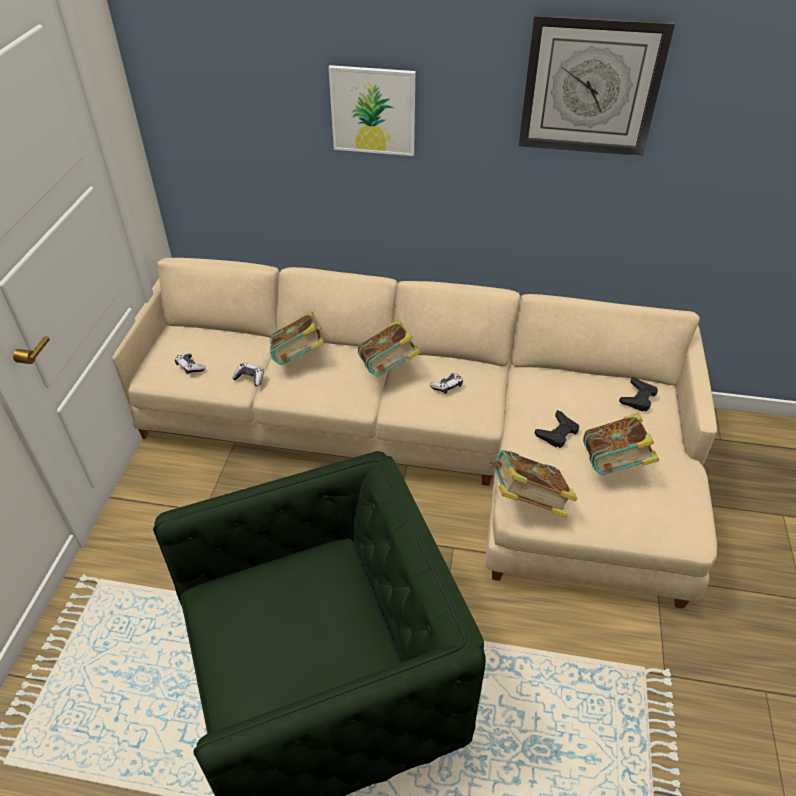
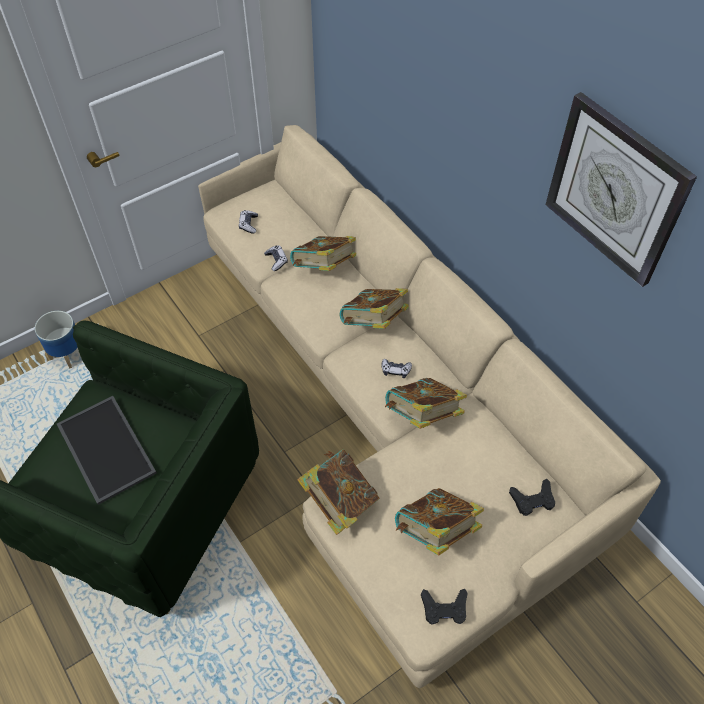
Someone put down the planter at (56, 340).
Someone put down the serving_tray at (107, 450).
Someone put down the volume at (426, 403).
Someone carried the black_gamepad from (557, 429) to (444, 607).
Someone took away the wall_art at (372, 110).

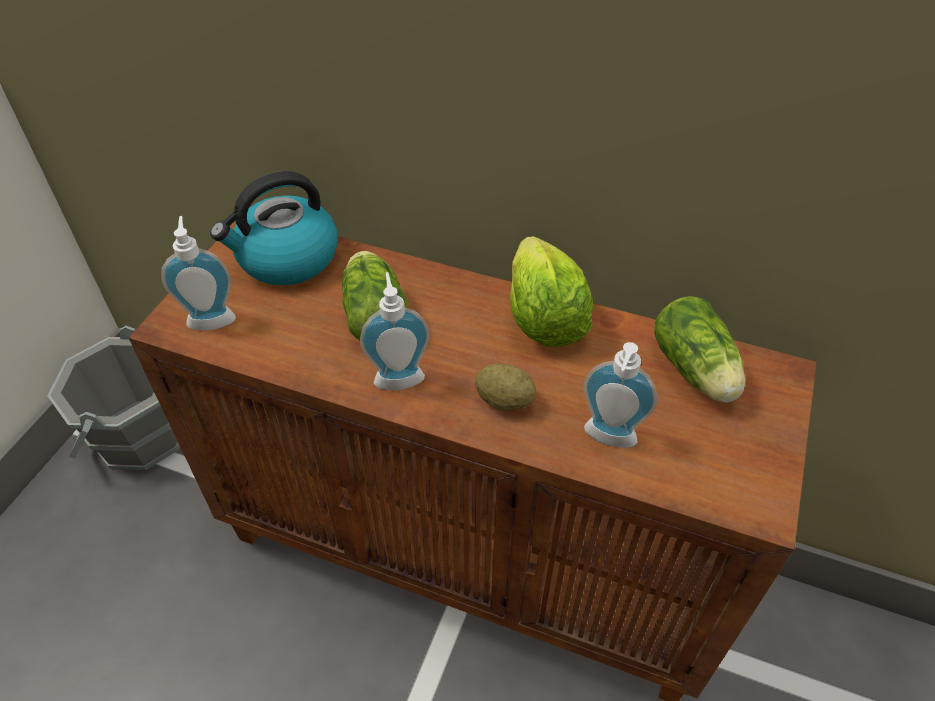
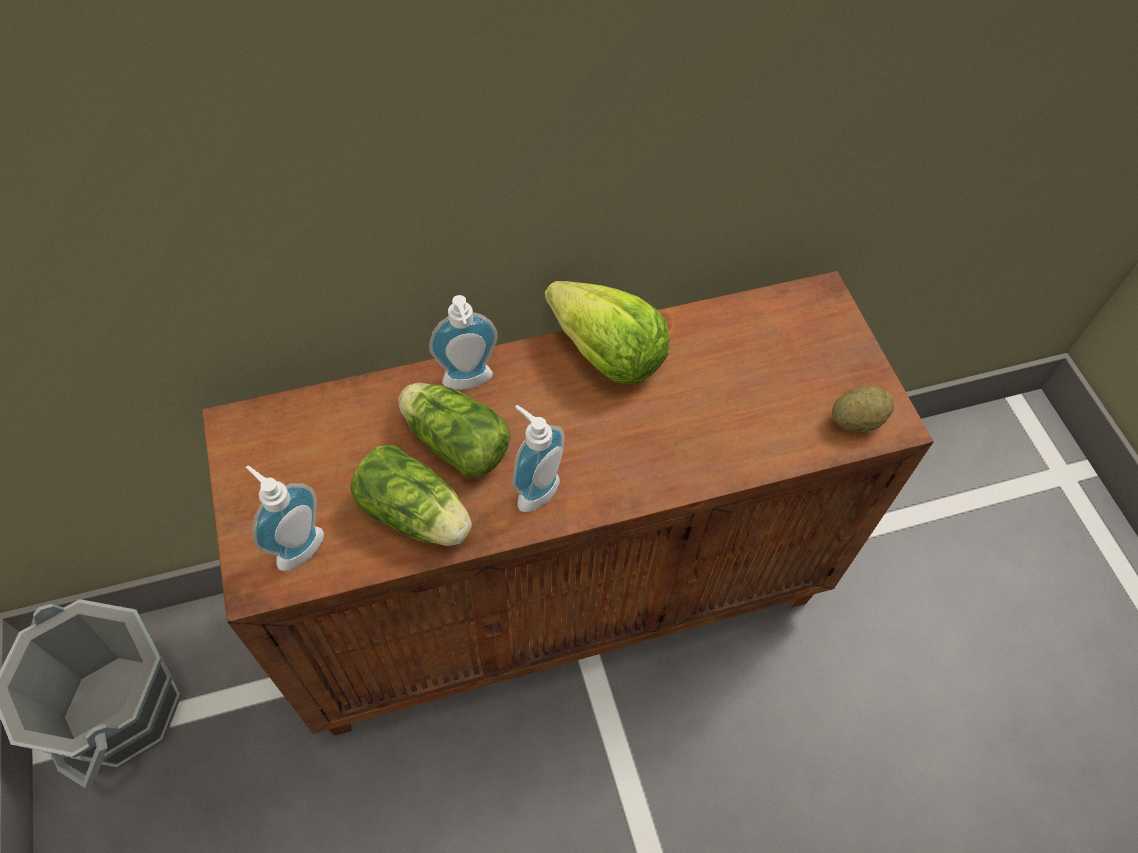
Someone carried the head_of_lettuce from (699, 349) to (411, 495).
Someone carried the soap_dispenser from (620, 395) to (463, 342).
Someone carried the whole_potato from (505, 387) to (863, 409).
Someone took away the tea_kettle at (274, 228).

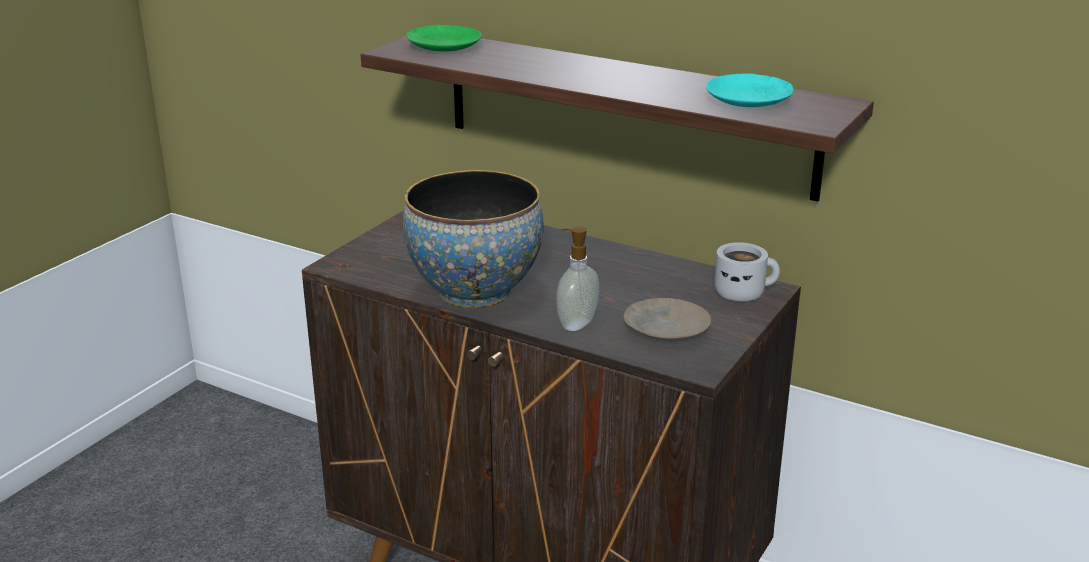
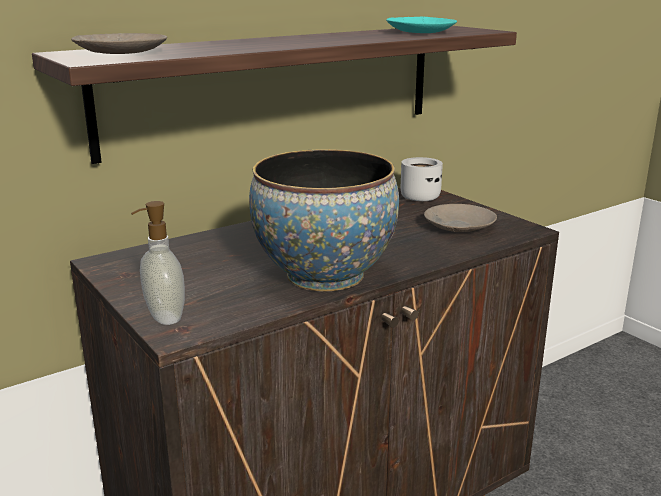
Someone repainted the green_plate at (444, 38), which became the sand-coloured_plate at (119, 43).
Someone carried the soap_dispenser from (577, 278) to (158, 263).

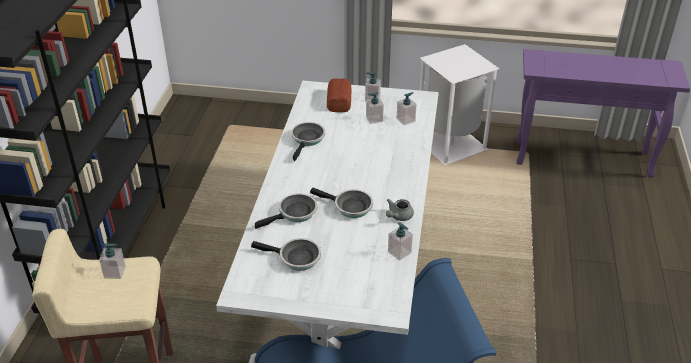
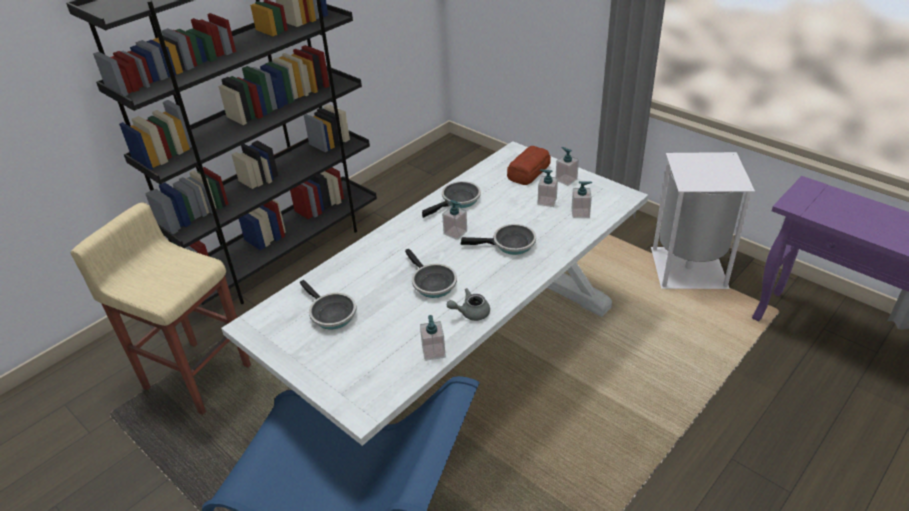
Someone carried the soap_dispenser from (112, 261) to (454, 220).
Someone carried the frying_pan from (286, 211) to (498, 239).

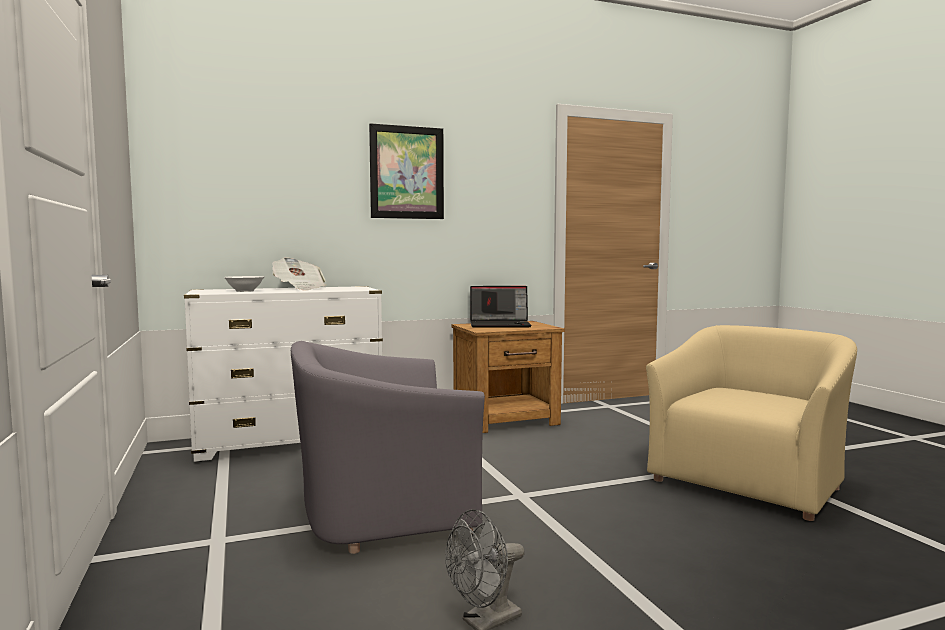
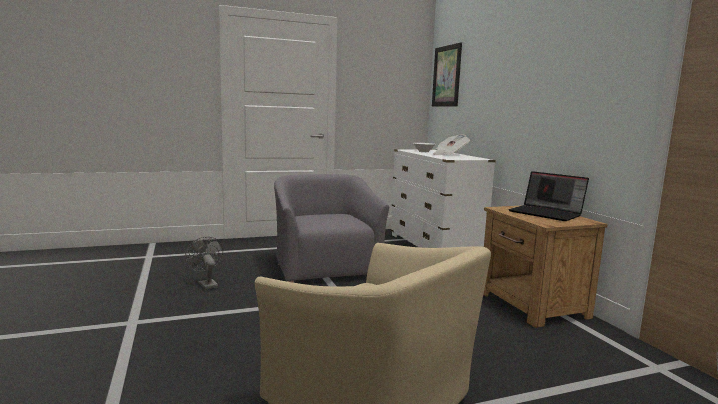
Someone carried the wall_art from (406, 171) to (447, 74).
Someone rotated the laptop at (501, 307) by 45 degrees counterclockwise.

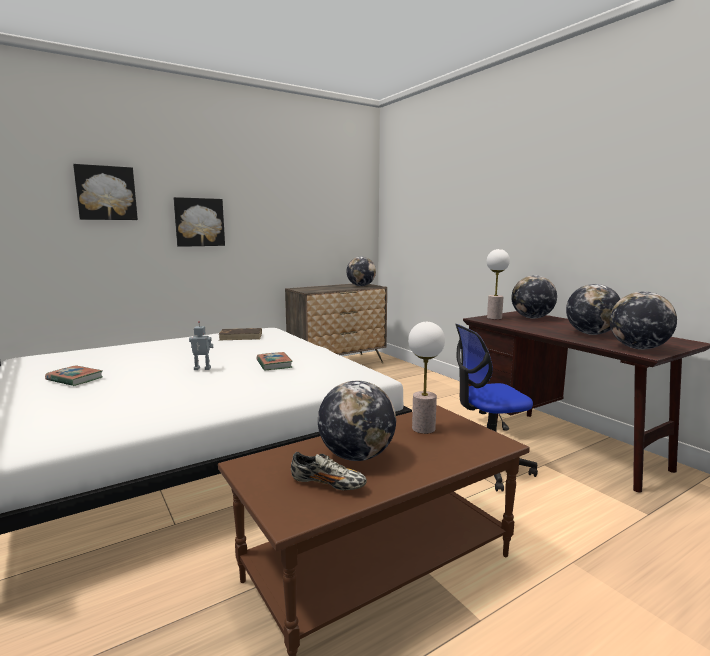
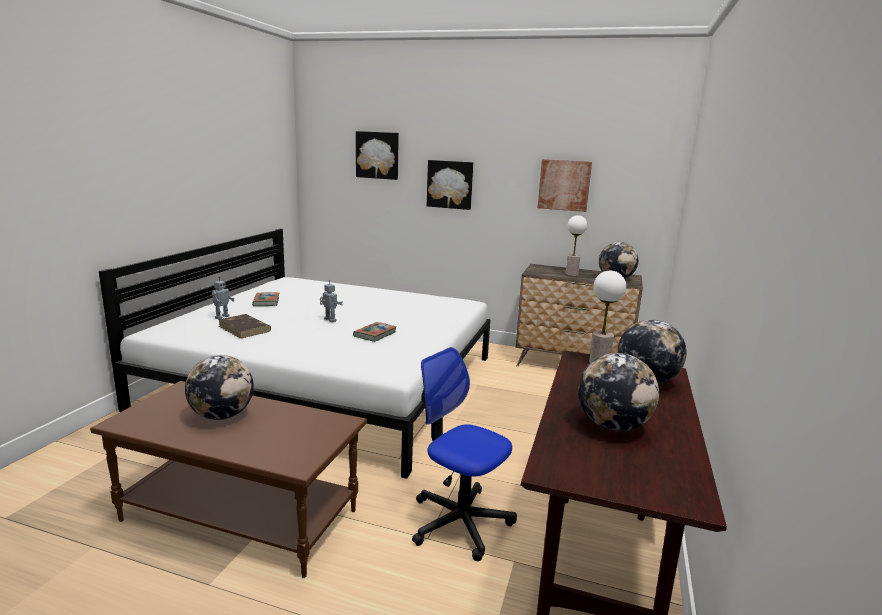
Someone put down the toy_robot at (223, 298).
Someone carried the brown_volume from (240, 334) to (244, 326).
Someone put up the wall_art at (565, 185).
Someone carried the tabletop_lamp from (426, 378) to (576, 245).
Someone took away the item_of_footwear at (329, 471).
Someone took away the desk_globe at (643, 320).

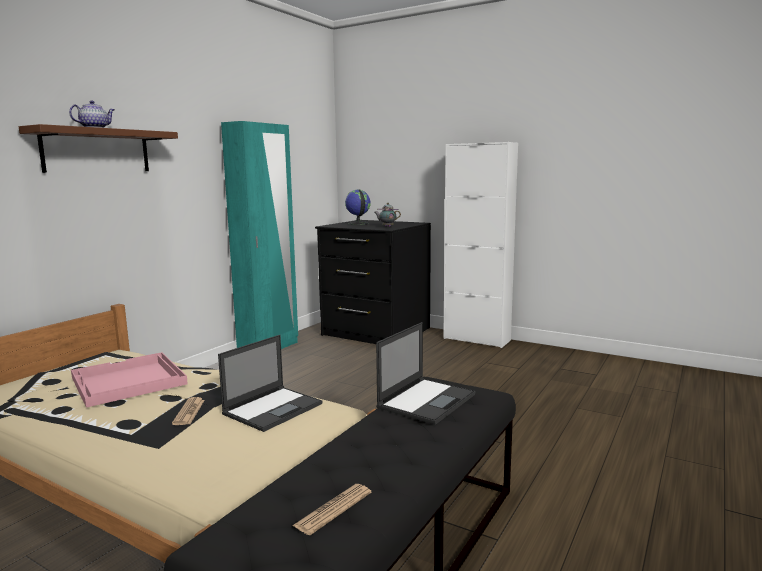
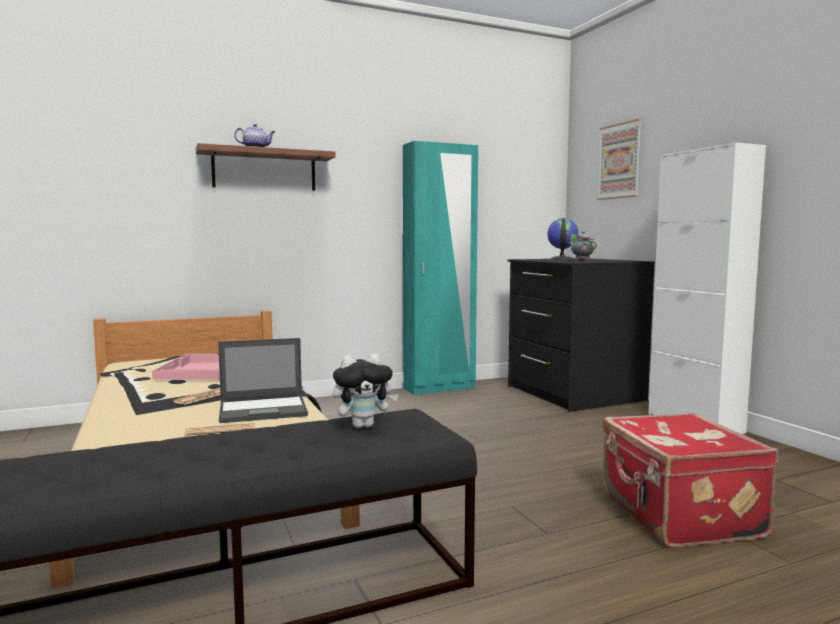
Someone carried the newspaper from (331, 509) to (219, 429).
Someone swapped the laptop at (425, 373) for the soft_toy at (365, 390).
Someone put up the wall_art at (619, 159).
Someone put down the red_suitcase at (690, 479).

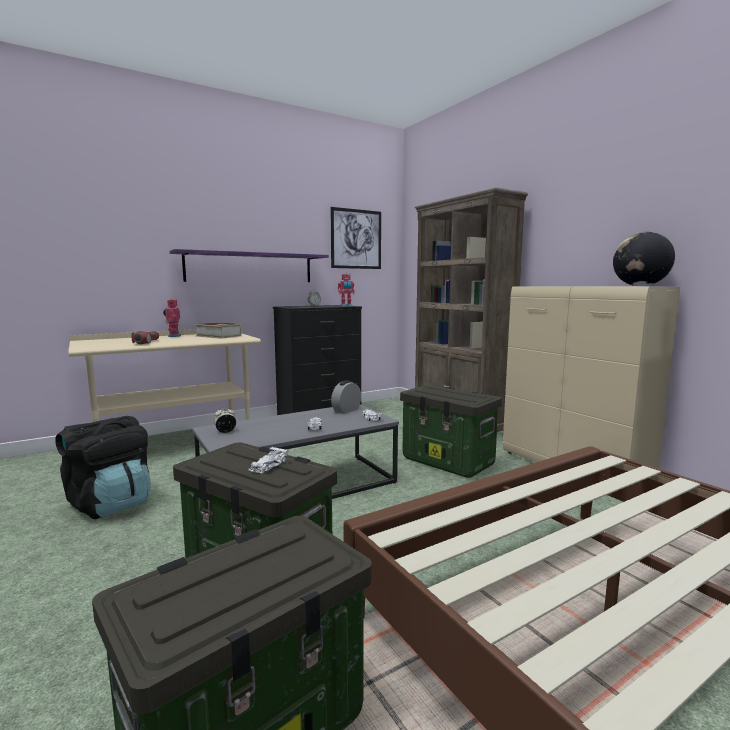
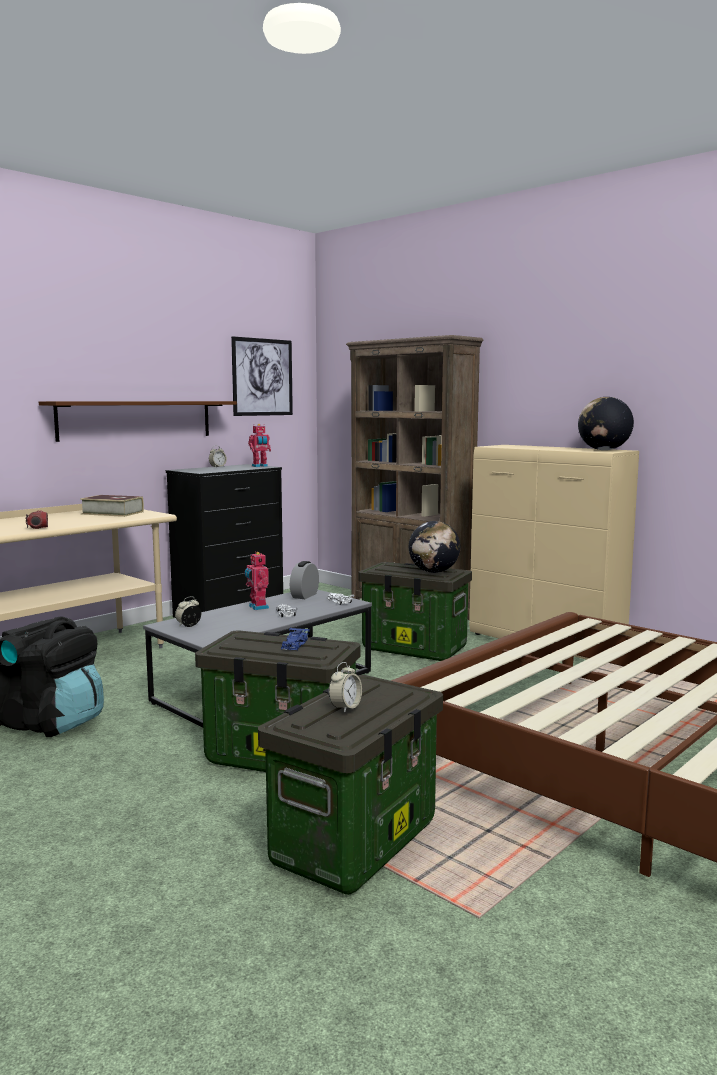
Someone repainted the purple_shelf at (249, 265), which became the brown_shelf at (138, 421).
Someone carried the toy_robot from (172, 317) to (257, 580).
Someone repainted the white-coloured_model_car at (268, 460), which became the blue_model_car at (295, 638).
Someone put down the table_clock at (345, 687).
Someone put down the desk_globe at (434, 547).

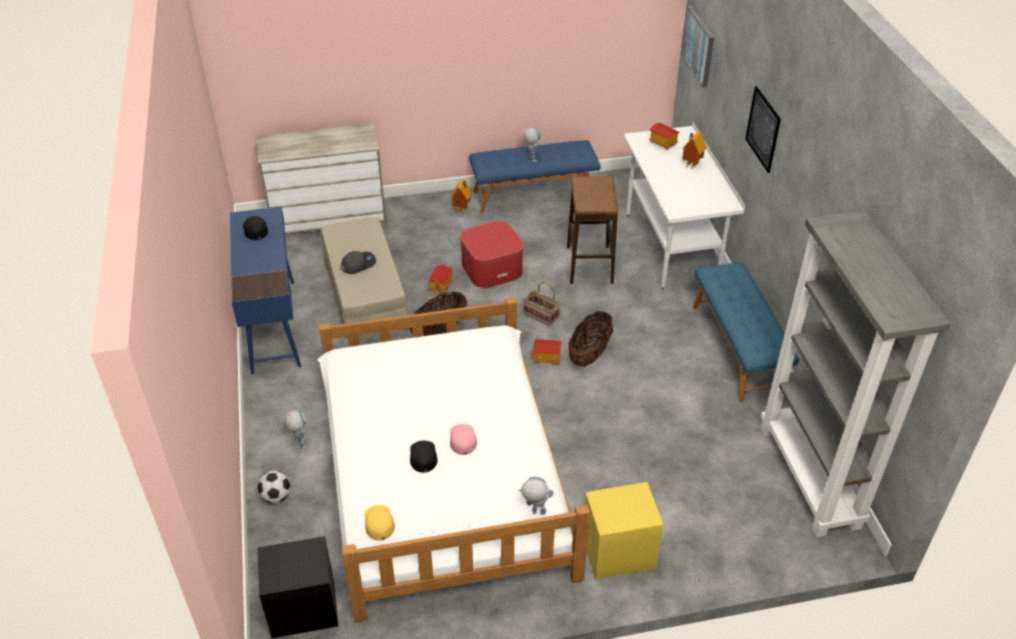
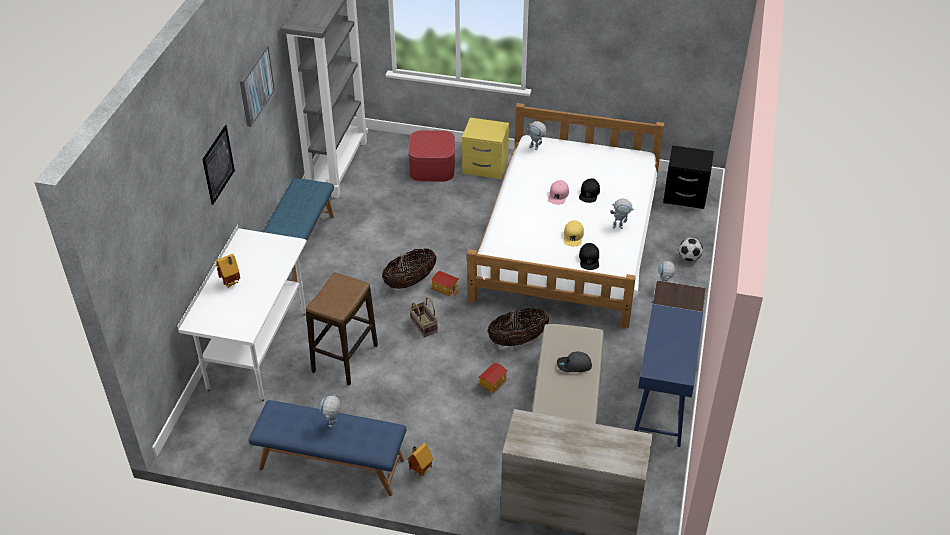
Someone carried the wall_art from (697, 47) to (257, 86).
Someone carried the ottoman from (491, 254) to (431, 156).
Someone carried the yellow_baseball_cap from (379, 523) to (573, 233).
Someone carried the black_baseball_cap from (255, 228) to (589, 256).
Someone put down the toy_robot at (622, 214).
Someone took away the toy_house at (664, 136).

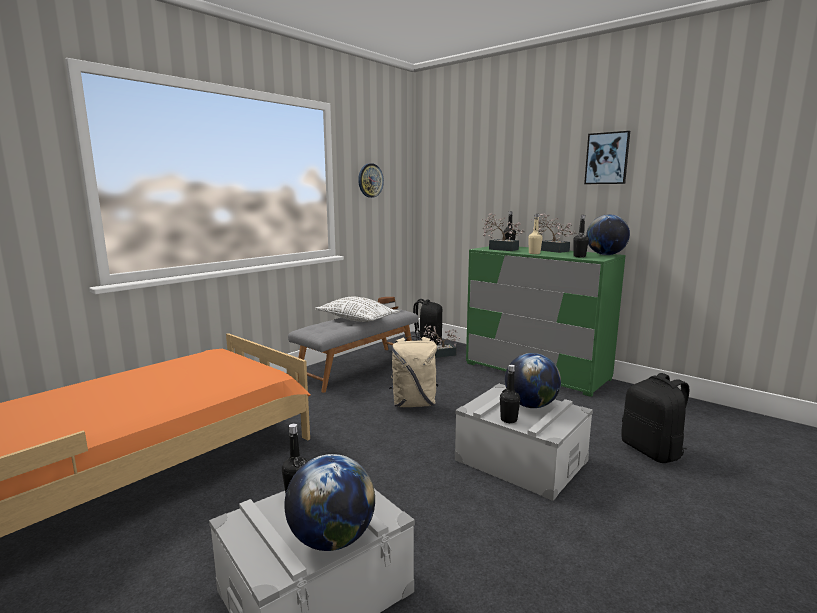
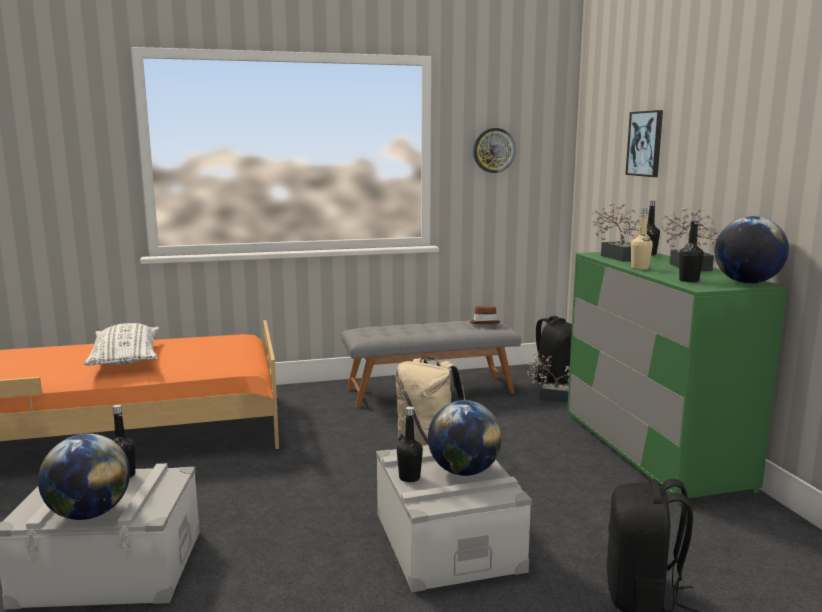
Someone carried the white-coloured_cushion from (357, 309) to (121, 344).
Someone carried the wall_art from (607, 157) to (644, 143).

